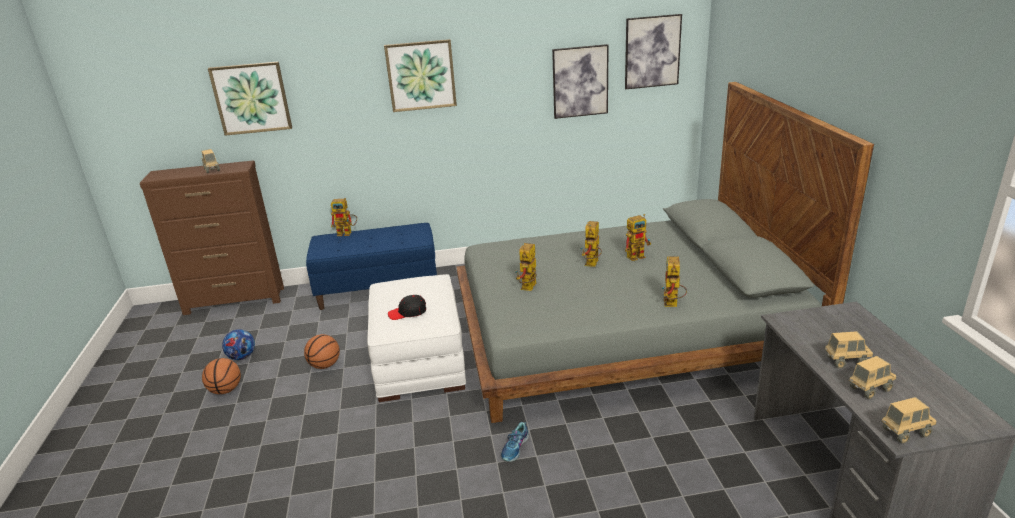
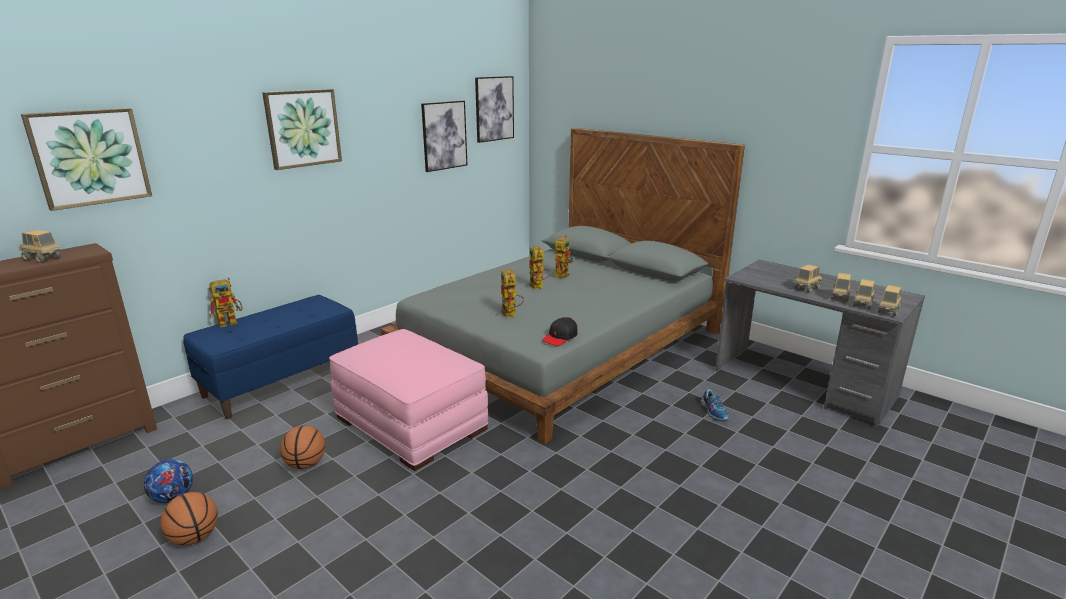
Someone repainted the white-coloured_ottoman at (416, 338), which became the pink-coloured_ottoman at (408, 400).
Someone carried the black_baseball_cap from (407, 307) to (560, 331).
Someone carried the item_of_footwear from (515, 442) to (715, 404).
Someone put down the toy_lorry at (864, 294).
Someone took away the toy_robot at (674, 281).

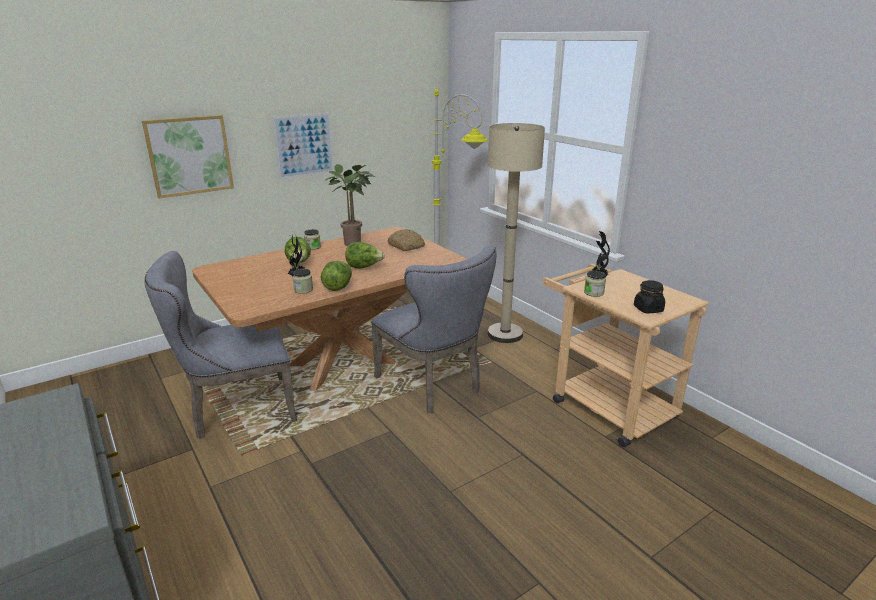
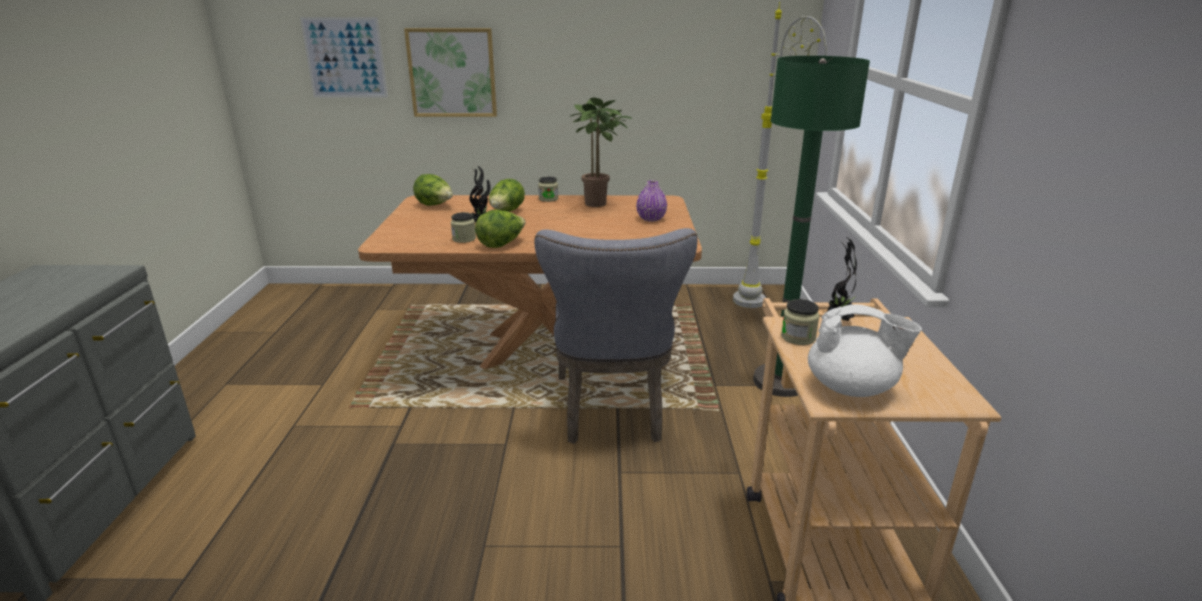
Someone carried the wall_art from (303, 146) to (344, 57).
Someone carried the head_of_lettuce from (365, 255) to (433, 190).
Someone swapped the bread at (406, 240) for the purple_decorative_vase at (651, 201).
Someone repainted the sand-coloured_standard_lamp at (516, 233), which became the green_standard_lamp at (811, 226).
Someone swapped the black_storage_jar at (649, 296) for the white-coloured_pot_for_tea at (865, 350).
Someone took away the greyish_upright_chair at (220, 345).

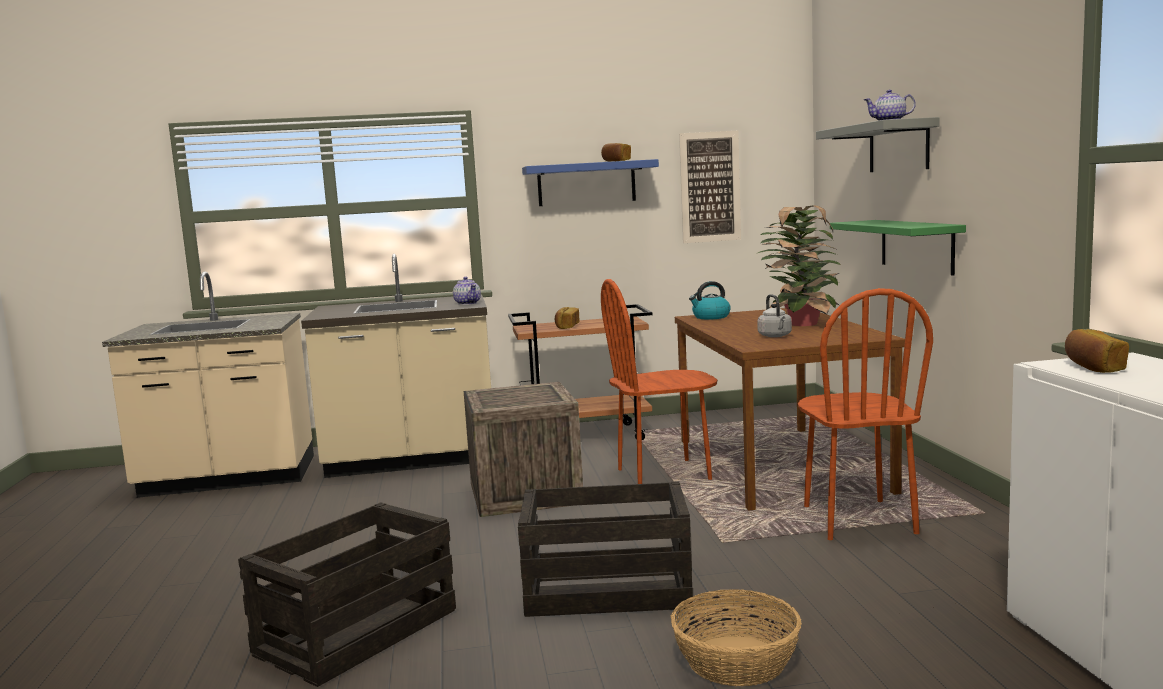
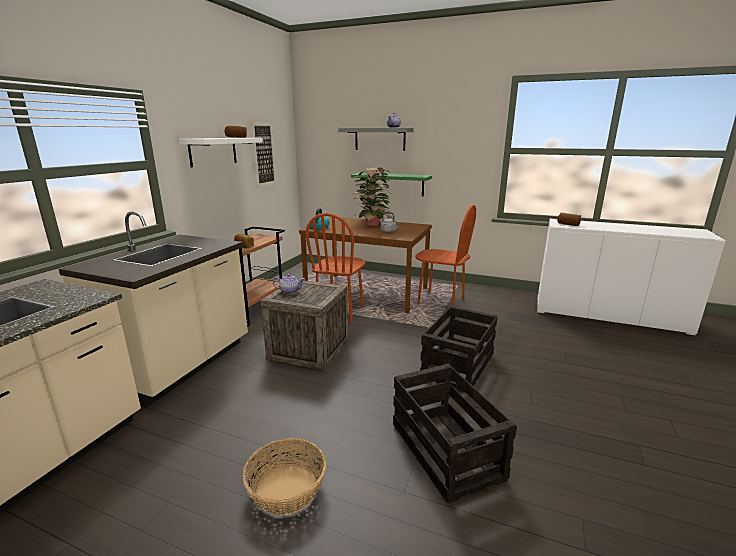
Someone repainted the blue_shelf at (590, 182), which became the white-coloured_shelf at (221, 152).
Someone carried the basket from (736, 638) to (284, 476).
Someone carried the pot_for_tea from (467, 291) to (289, 284).

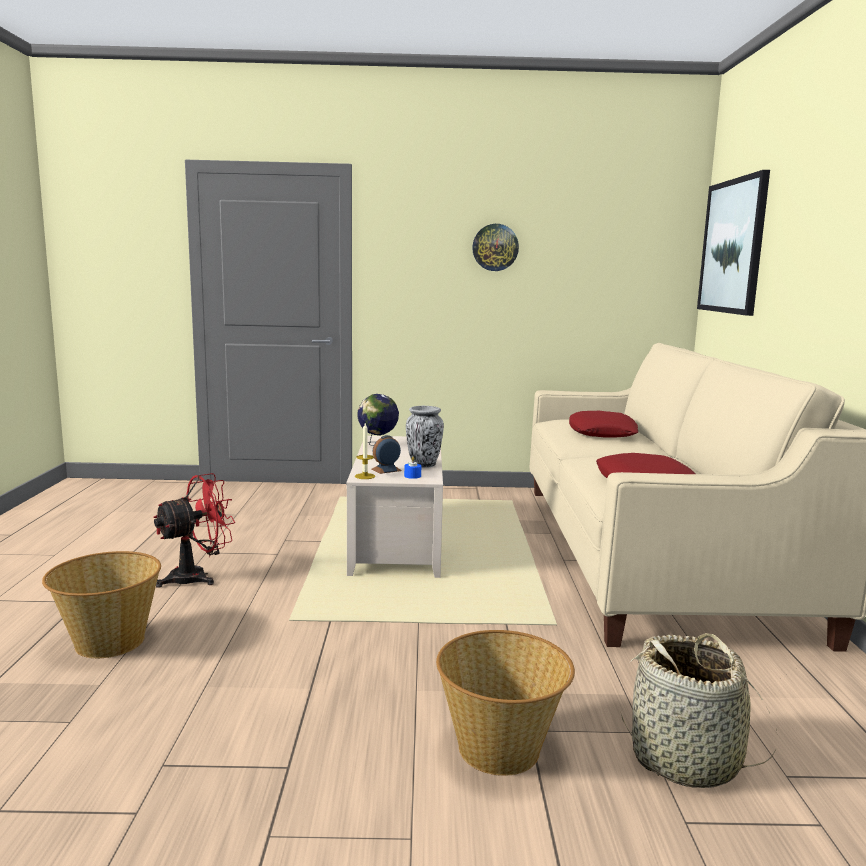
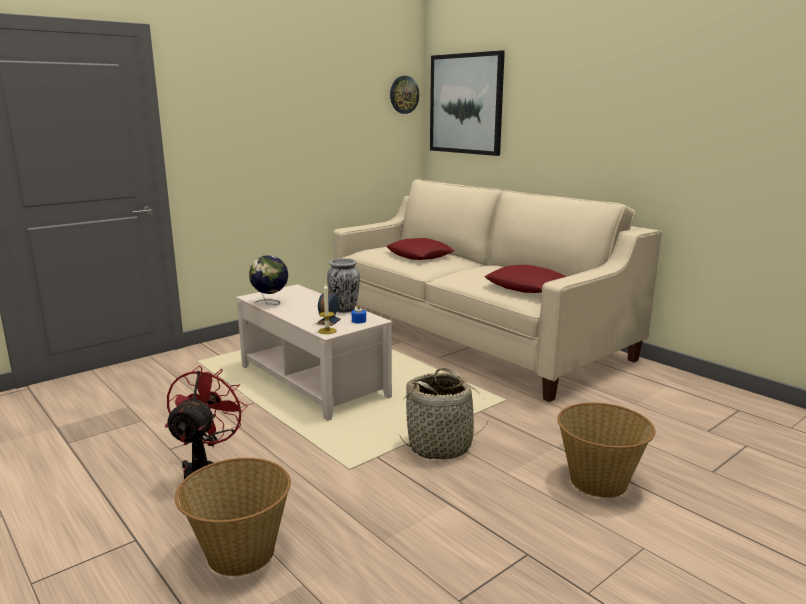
Someone carried the wall_clock from (495, 247) to (404, 95).
Someone carried the basket from (698, 710) to (444, 413).

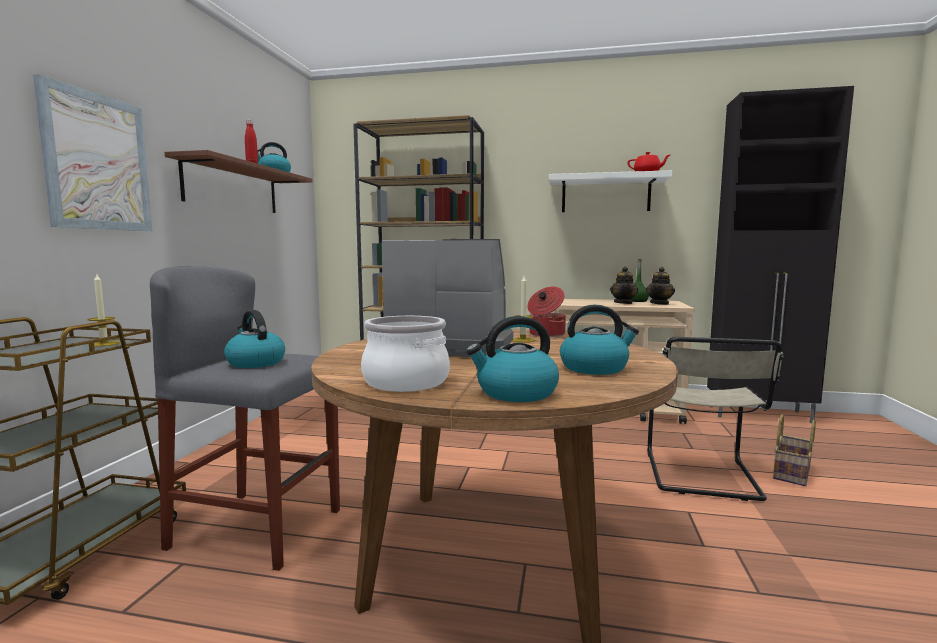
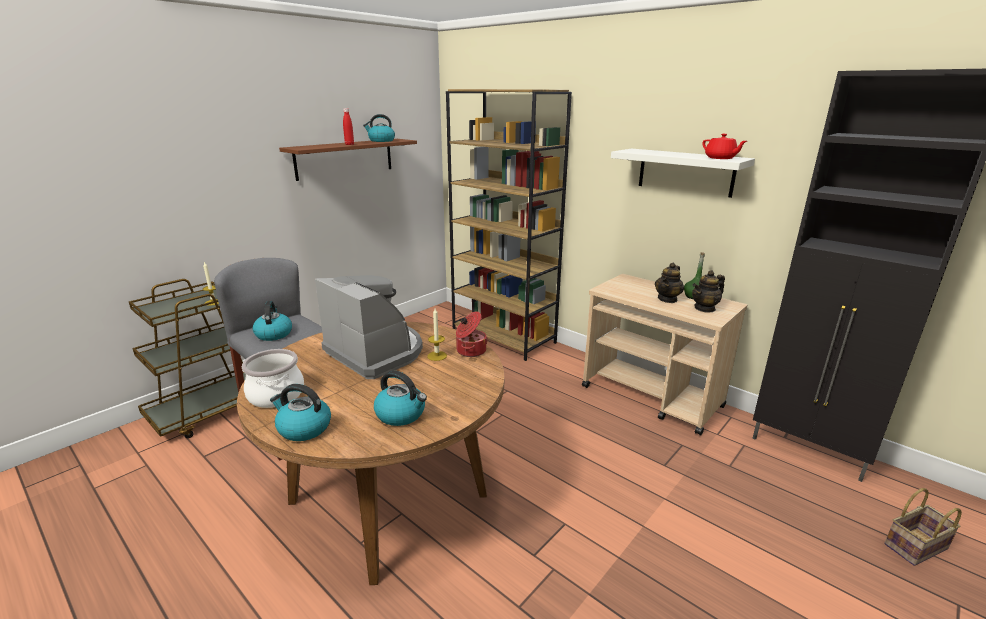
Someone carried the basket from (794, 450) to (923, 527).
Someone took away the wall_art at (92, 152).
Someone took away the sand-coloured_upright_chair at (715, 419).

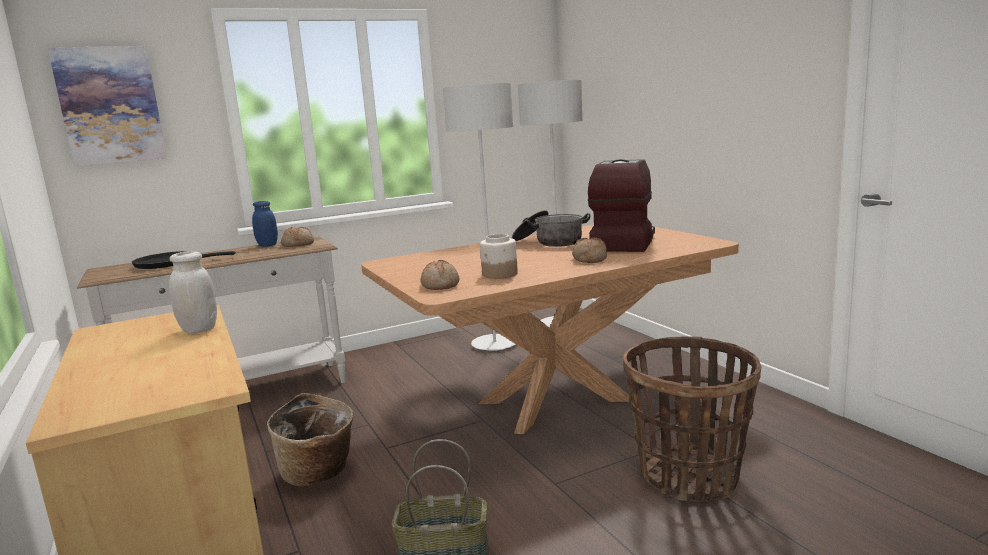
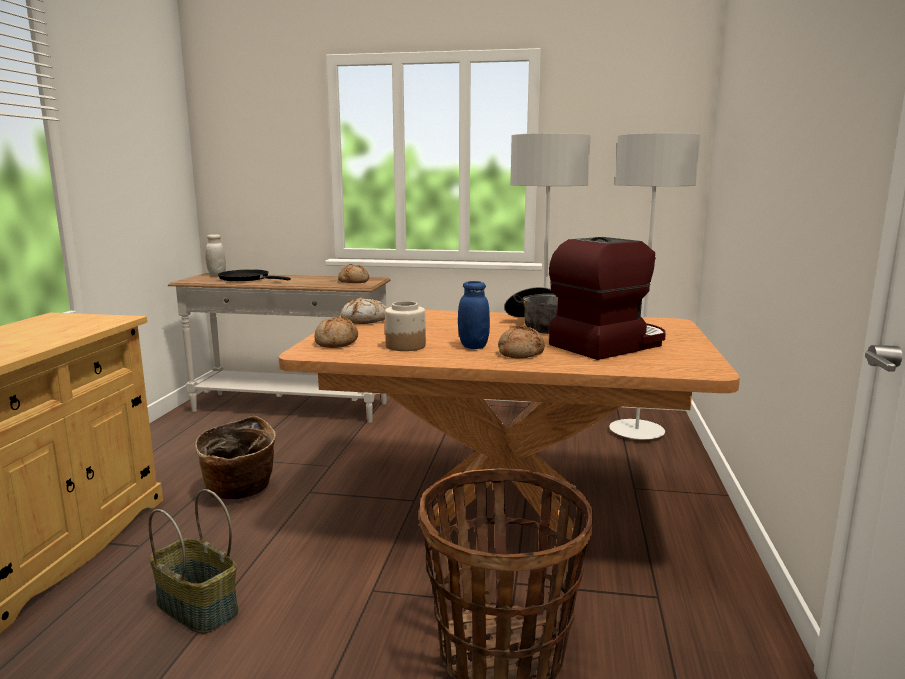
Someone carried the white-coloured_storage_jar from (193, 292) to (215, 255).
Someone put down the bread at (364, 311).
Someone carried the blue_storage_jar from (265, 224) to (474, 315).
Someone took away the wall_art at (107, 106).

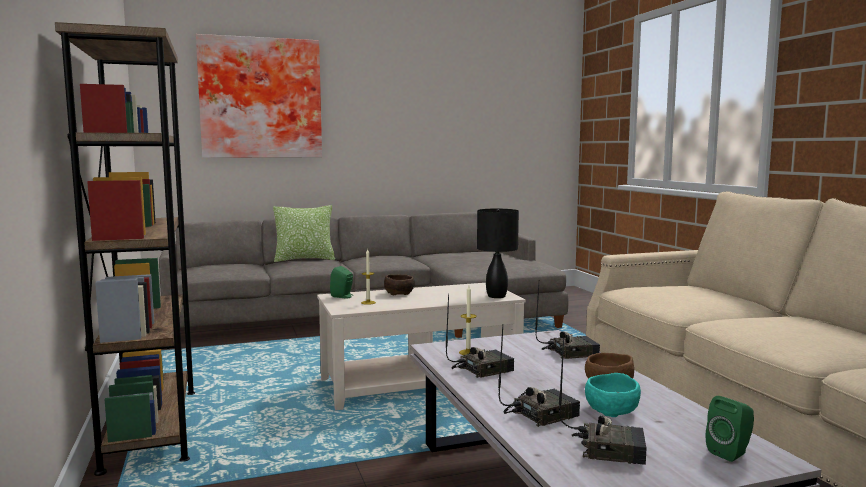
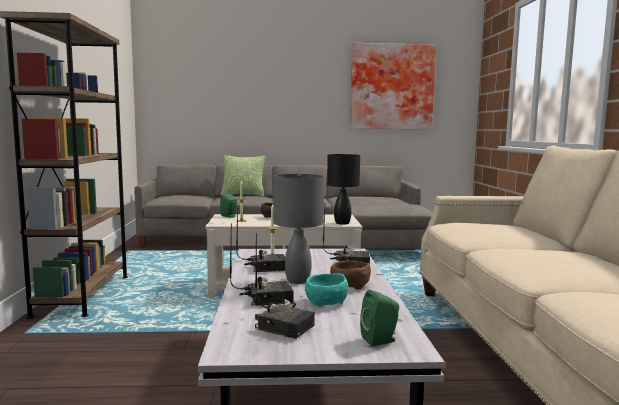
Someone put down the greyish_tabletop_lamp at (298, 229).
Someone carried the wall_art from (259, 96) to (393, 86).

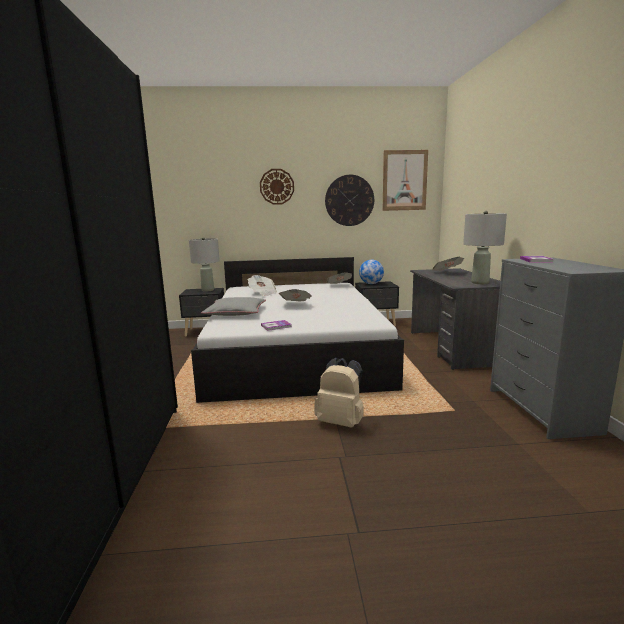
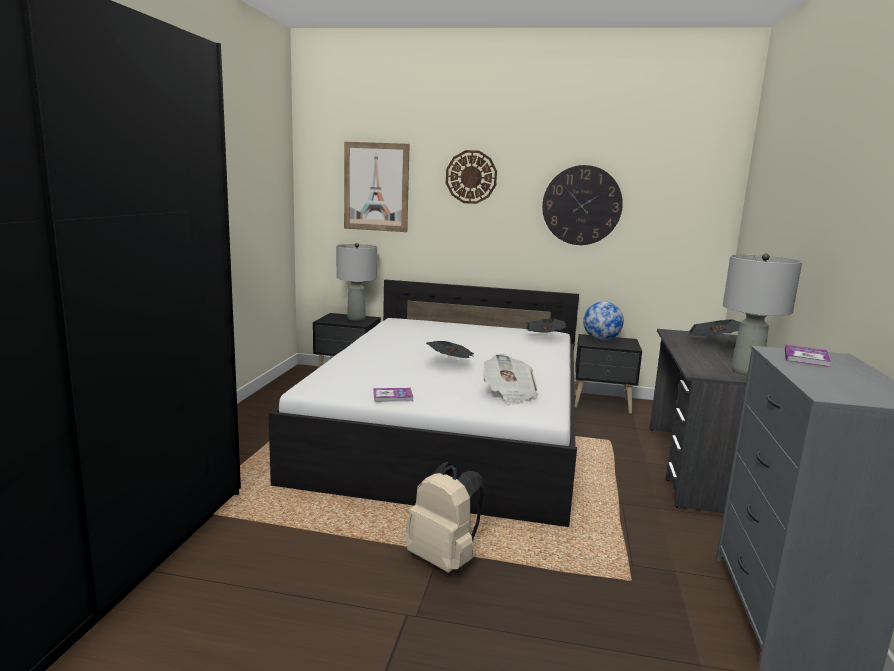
Someone carried the wall_art from (405, 180) to (377, 187).
Someone carried the newspaper from (262, 285) to (510, 379).
Someone took away the greyish_cushion at (233, 306).

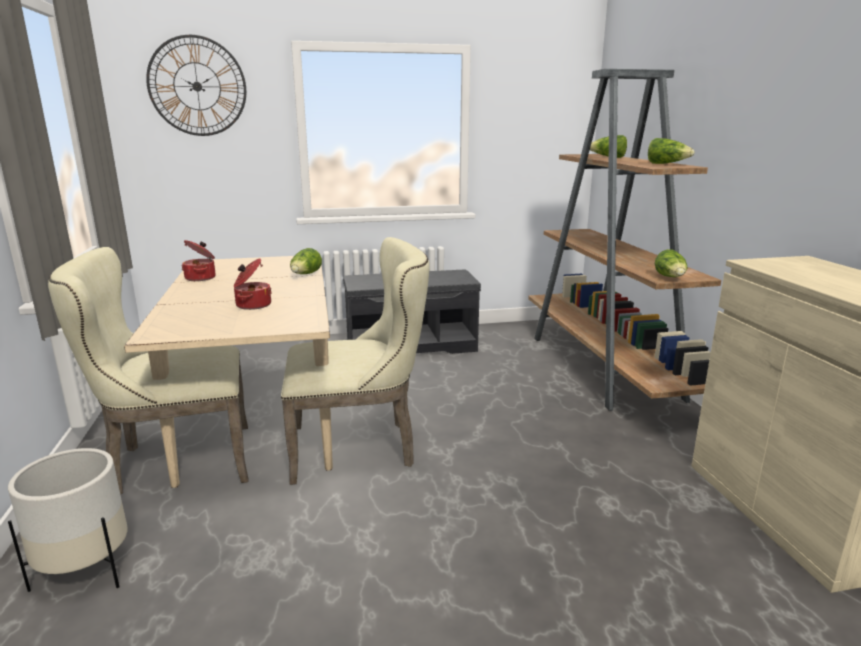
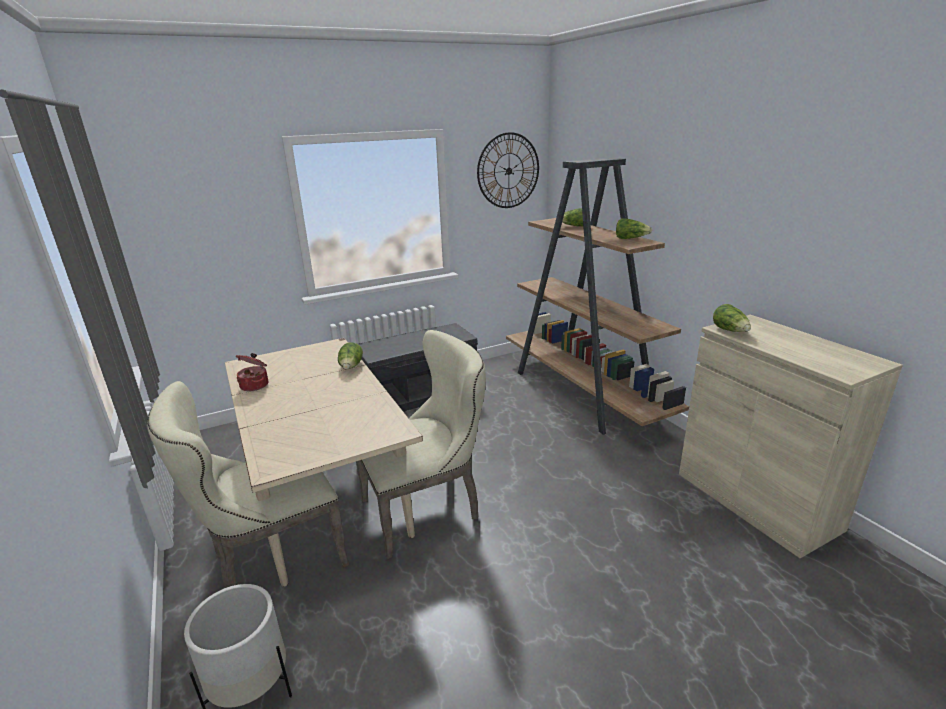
Someone carried the wall_clock from (196, 85) to (508, 170).
Someone carried the head_of_lettuce from (671, 263) to (732, 318).
Someone took away the cooking_pot at (253, 284).

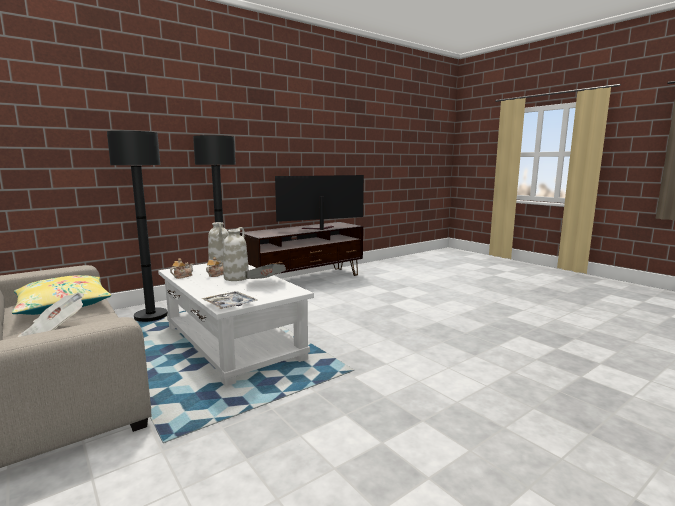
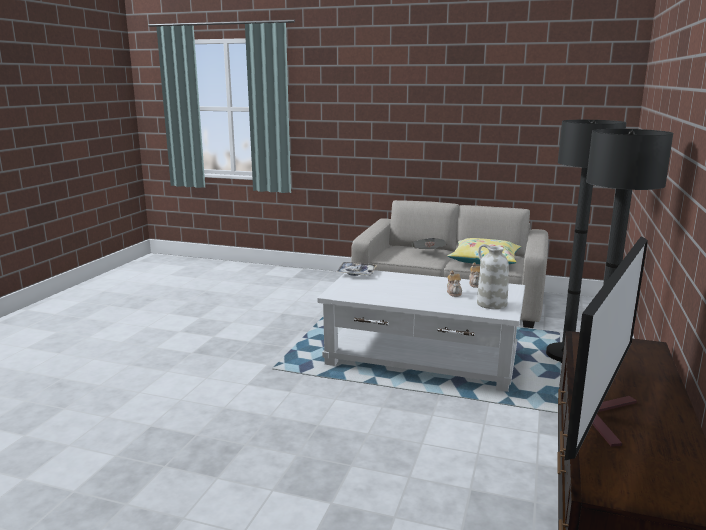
Someone took away the white-coloured_decorative_vase at (236, 254).
Someone took away the newspaper at (265, 271).

